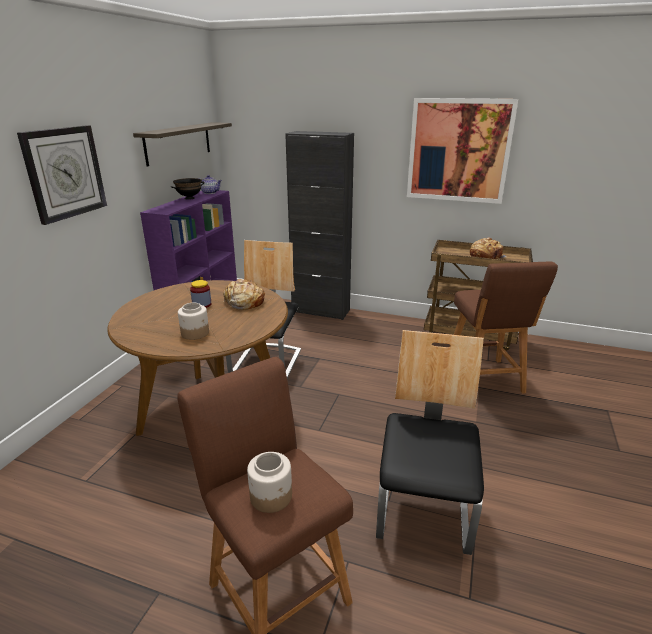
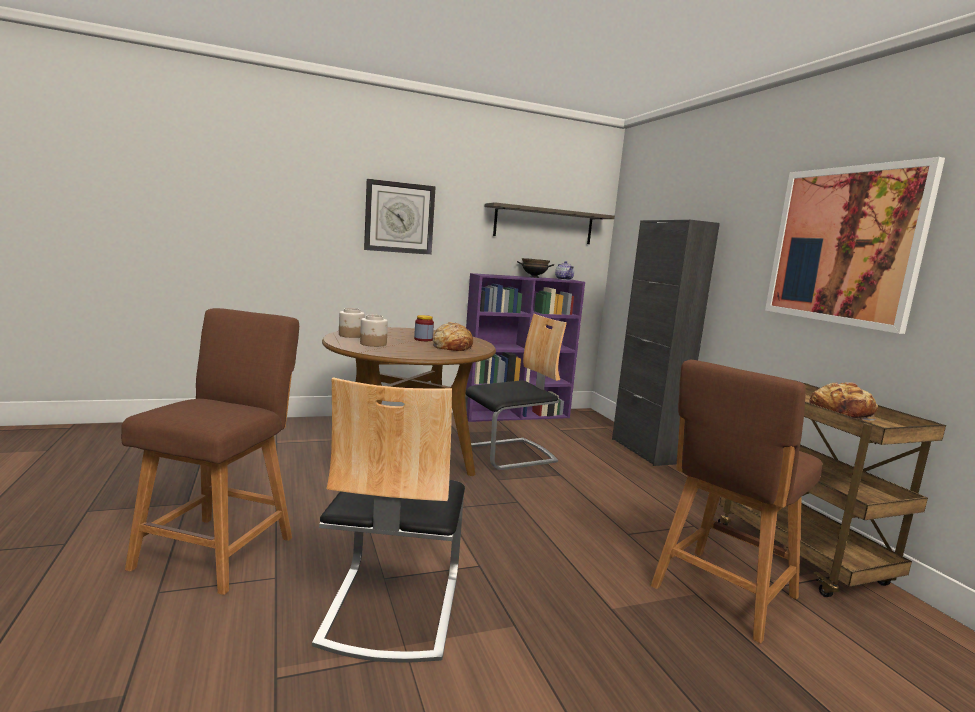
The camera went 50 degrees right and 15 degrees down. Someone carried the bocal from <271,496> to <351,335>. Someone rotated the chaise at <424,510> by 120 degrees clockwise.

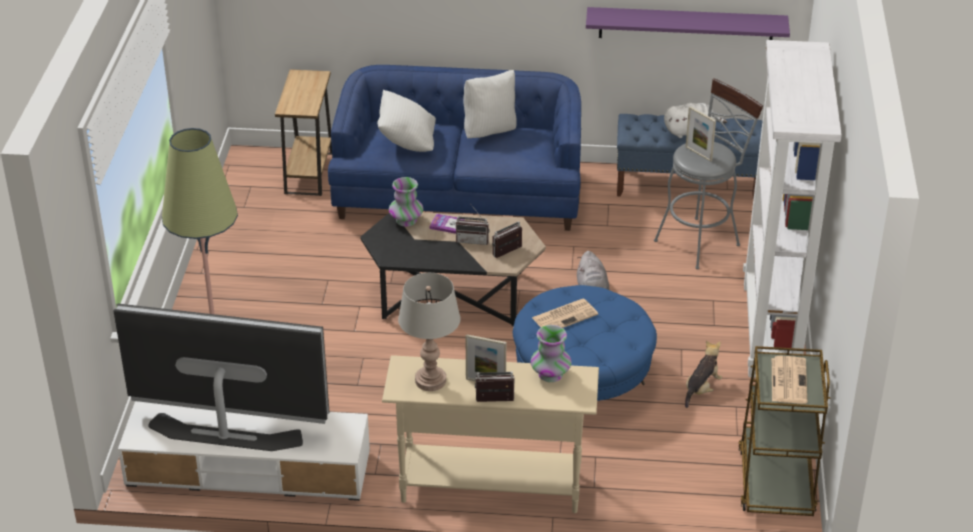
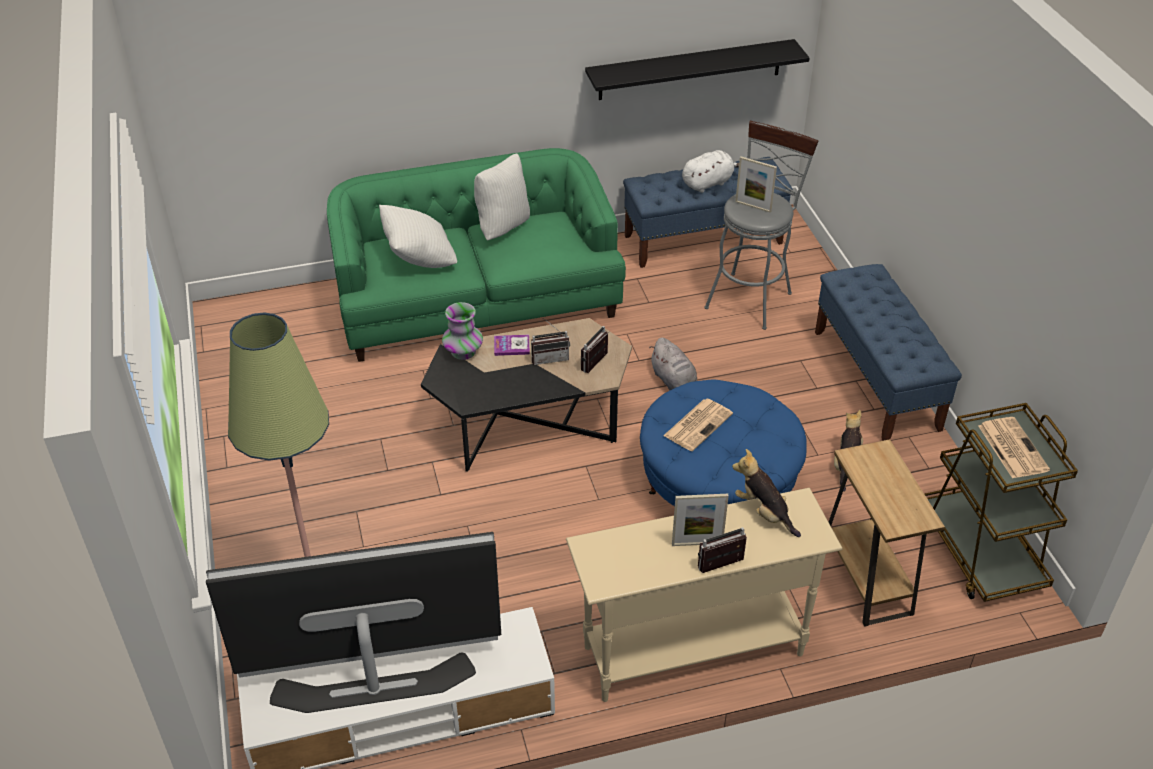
The camera went 20 degrees left and 5 degrees up. Someone took away the lampe de table/gris at <430,380>. Someone carried the table d'appoint/marron from <309,173> to <866,579>. Someone swapped the vase at <550,374> for the peluche at <764,512>. Someone swapped the bibliothèque/blanc at <772,331> for the banc/bleu at <876,380>. Someone repainted the canapé/bleu at <459,193>, which became the canapé/vert at <476,301>. Someone repainted the étagère/violet at <686,26>, which became the étagère/noir at <690,69>.

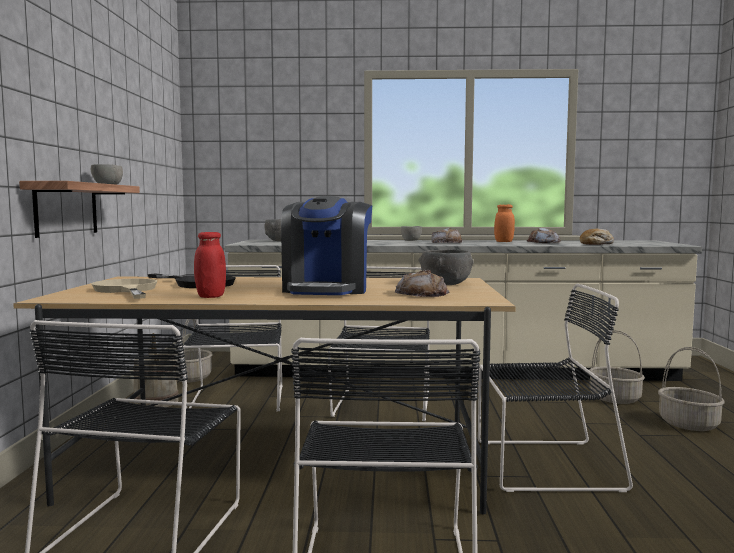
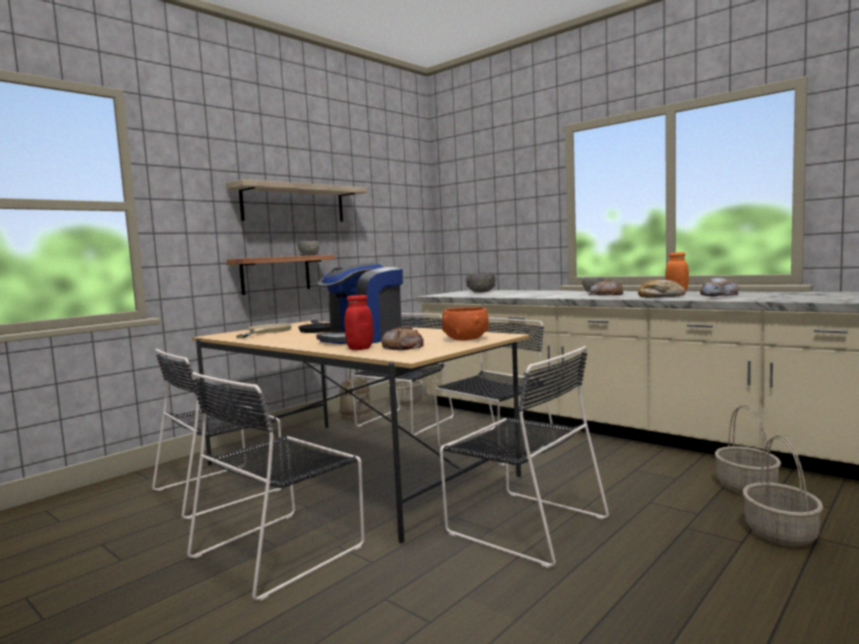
The camera went 40 degrees right and 0 degrees up. Someone put up the étagère at <294,204>. Someone carried the bocal/rouge from <210,296> to <360,348>. Someone carried the pain from <596,244> to <660,296>. Someone repainted the bol/gris at <446,284>, which became the bol/orange at <466,339>.

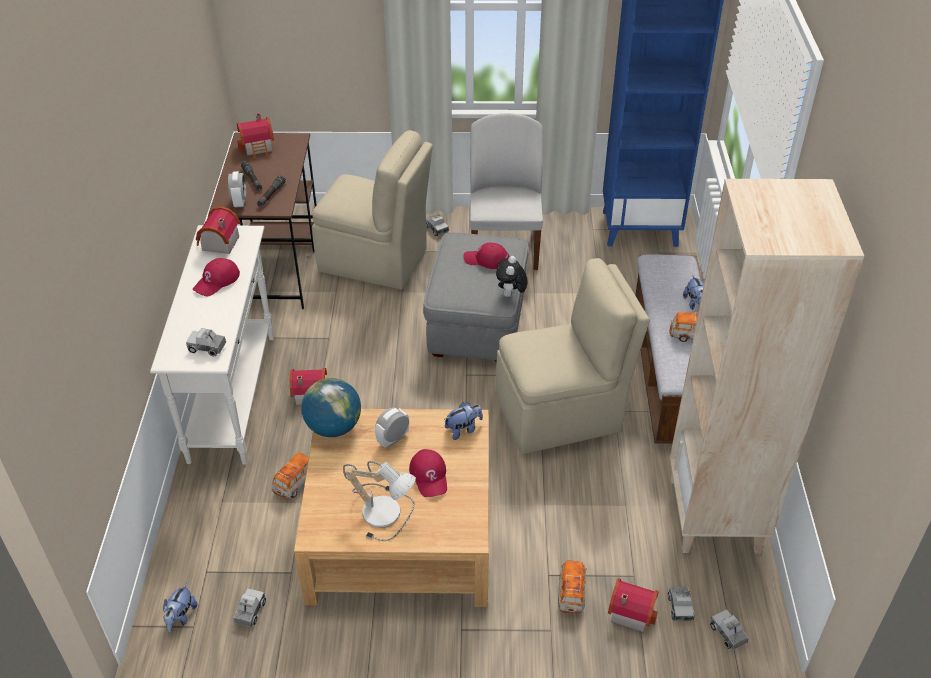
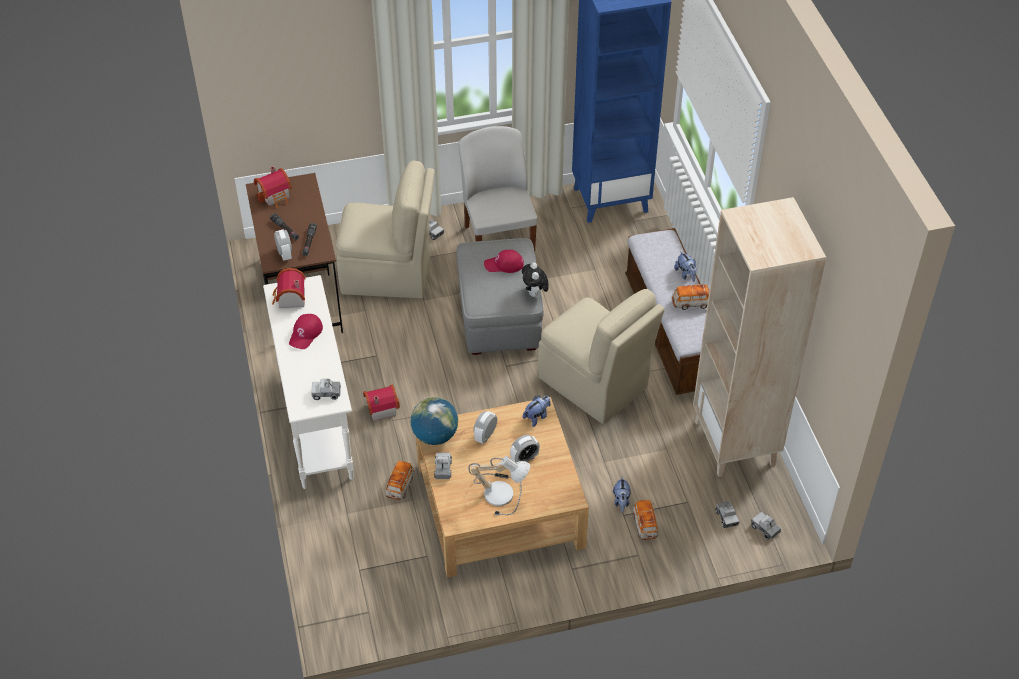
The camera went 15 degrees left and 5 degrees up. Someone took away the maison miniature at <630,610>. Someone carried the peluche from <181,617> to <621,501>. Someone carried the camion jouet from <250,612> to <443,469>. Someone swapped the casquette/rouge at <429,476> for the réveil at <524,459>. Someone rotated the chaise/beige at <561,414> by 75 degrees clockwise.

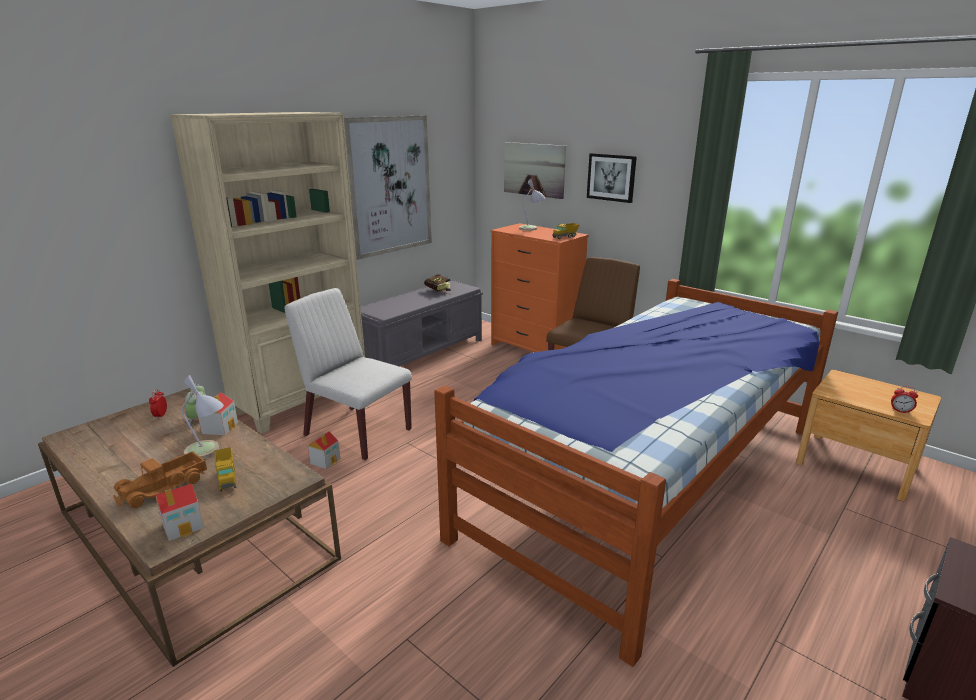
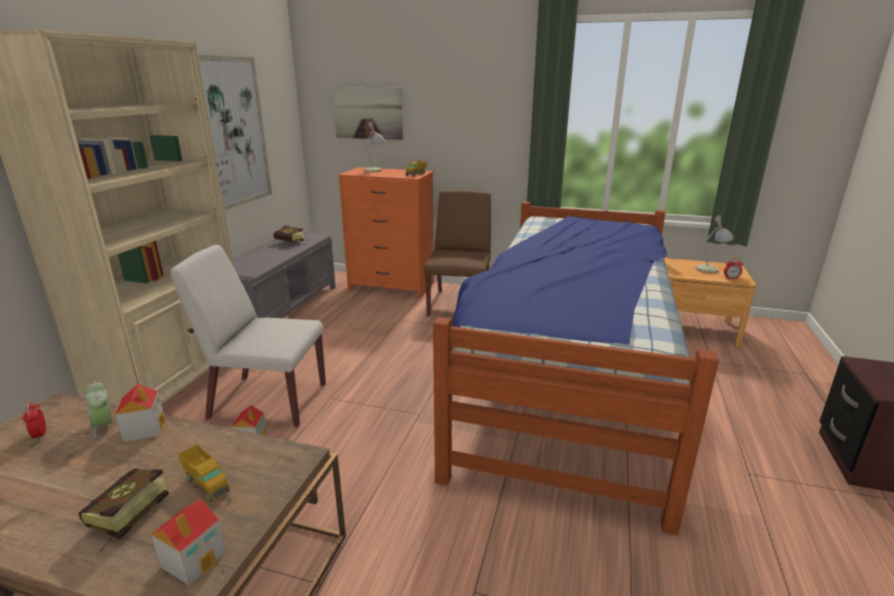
The camera went 25 degrees left and 0 degrees up. Someone took away the tableau at <611,177>. Someone carried the lampe de table from <208,452> to <710,269>. Someone swapped the camion jouet at <164,487> for the livre at <123,521>.

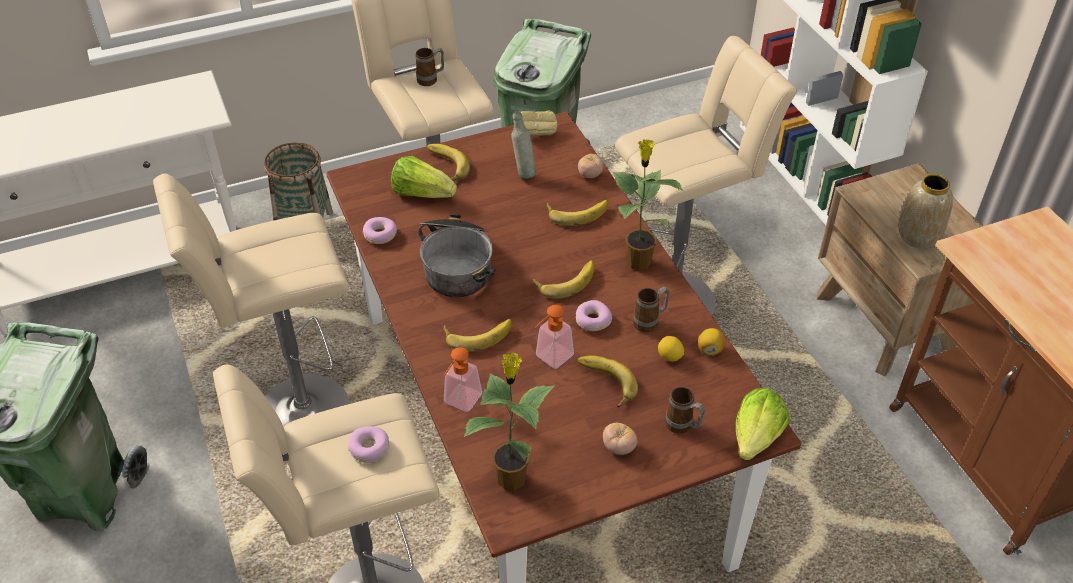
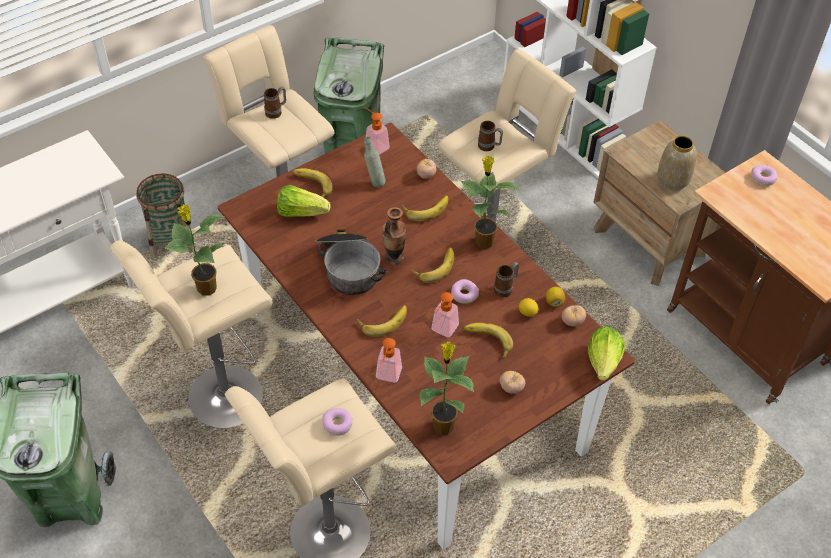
The camera went 15 degrees left and 5 degrees up. Someone put down the plante en pot at <205,288>. Someone put down the vase at <394,258>. Someone put down the tomate at <572,321>. Someone carried the beignet from <380,235> to <763,179>. Someone carried the mug from <683,427> to <489,147>. Someone swapped the pain at <537,133> for the distributeur de savon at <374,146>.

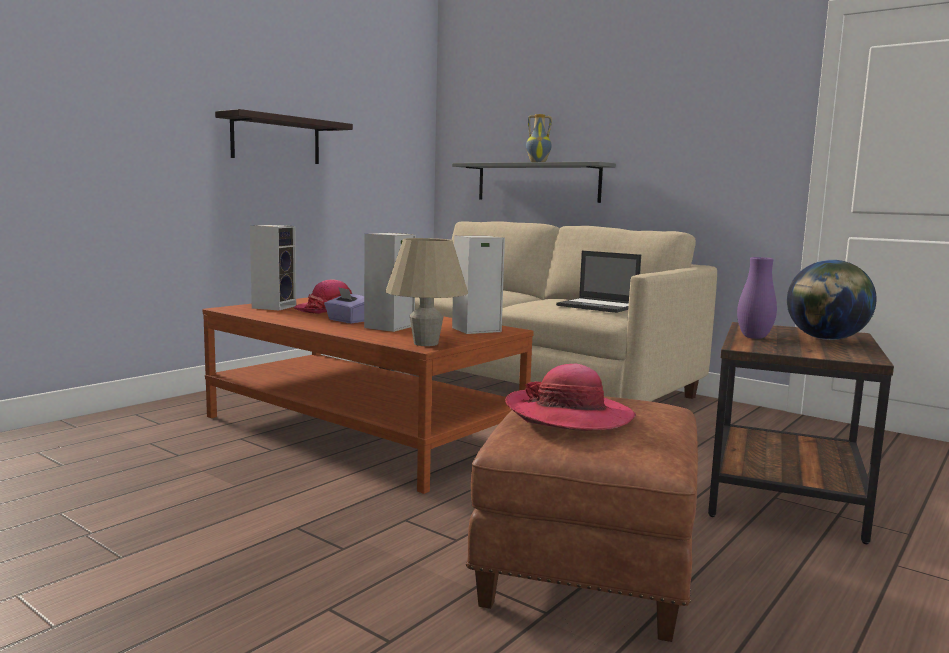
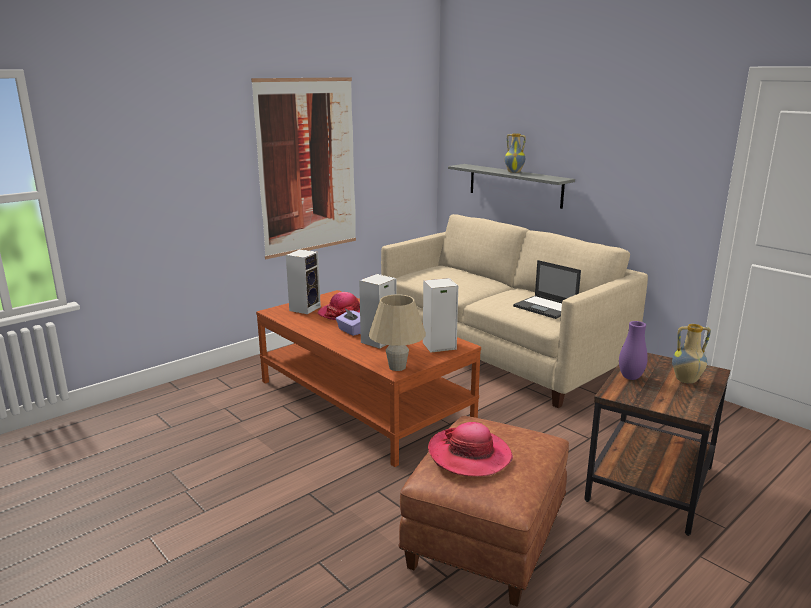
The camera went 10 degrees right and 10 degrees up. Someone swapped the étagère at <276,140> for the tableau at <308,167>. Someone swapped the globe at <826,339> for the vase at <686,381>.

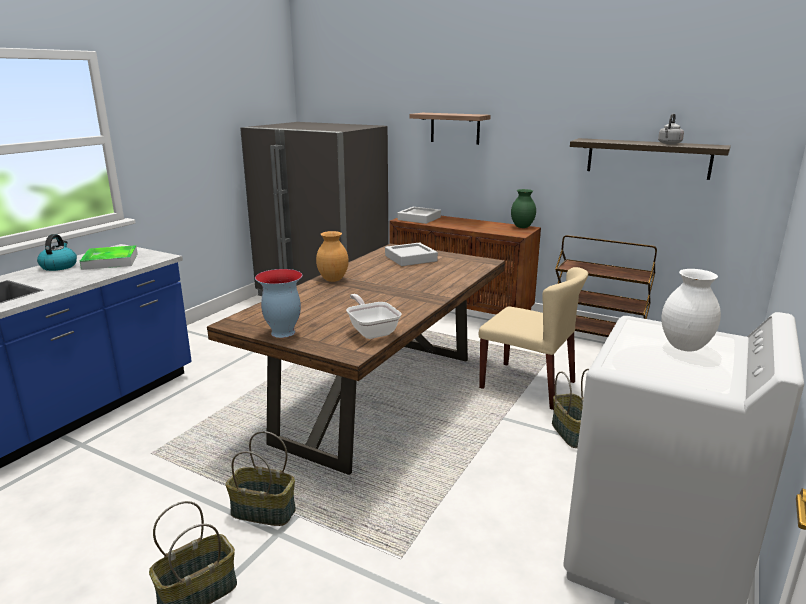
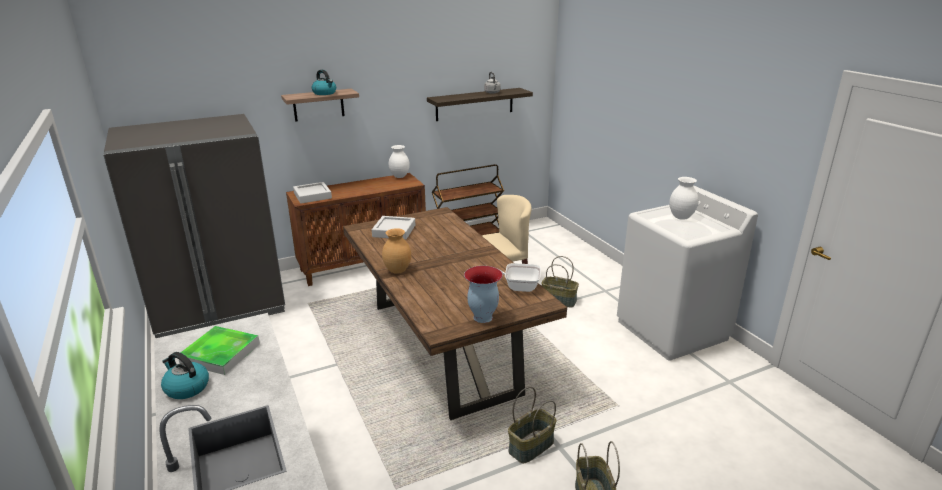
The camera went 55 degrees left and 5 degrees up. Someone put down the bouilloire at <325,93>. Someone repainted the vase/vert at <522,227>, which became the vase/blanc at <400,176>.

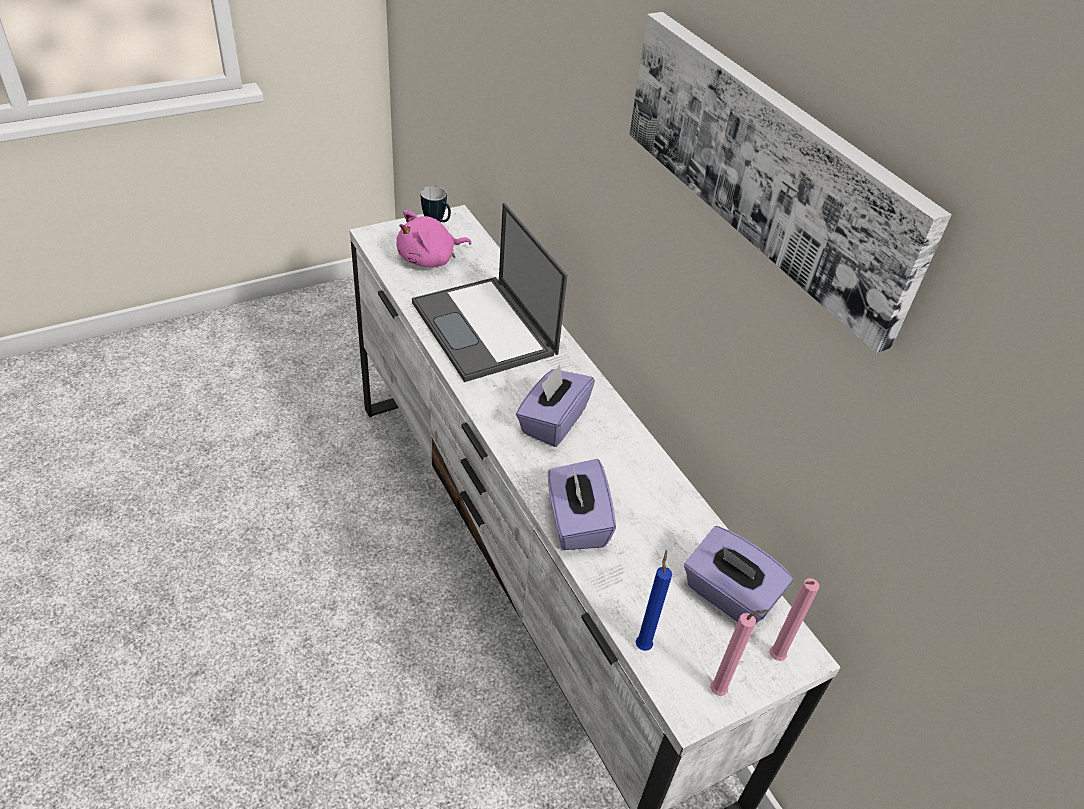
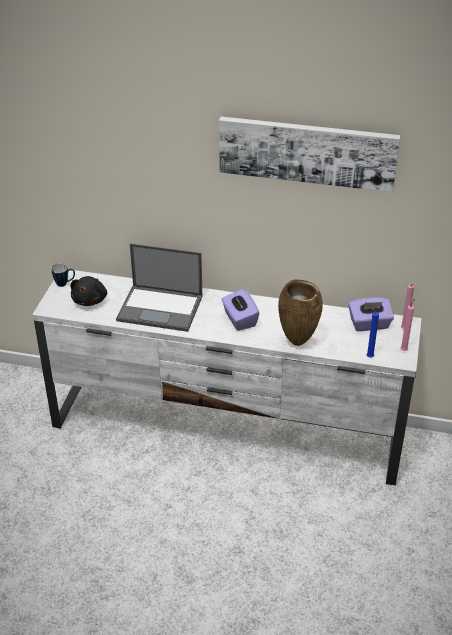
The camera went 45 degrees left and 5 degrees down. Someone swapped the boîte à mouchoirs/violet at <576,522> for the vase/marron at <298,342>. Someone repainted the peluche/rose at <430,259>, which became the peluche/noir at <90,300>.

